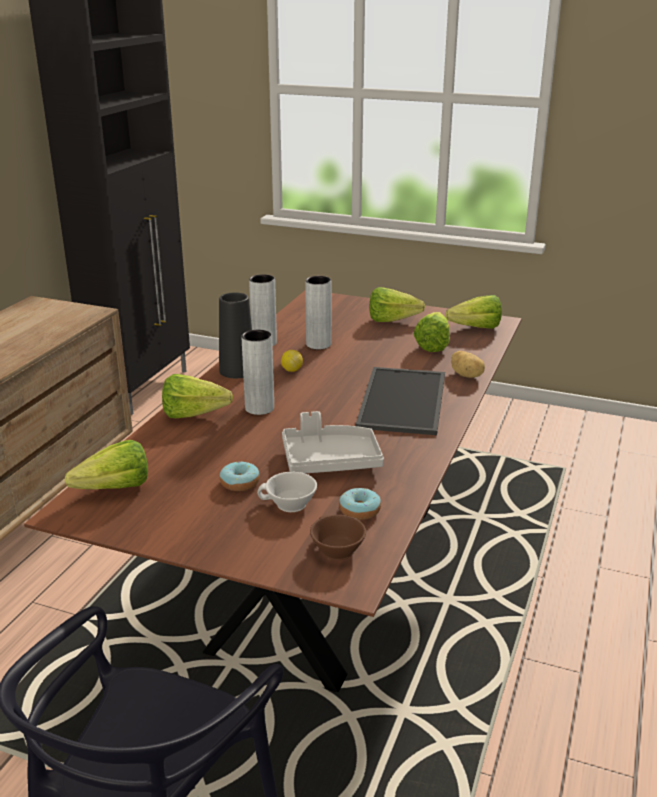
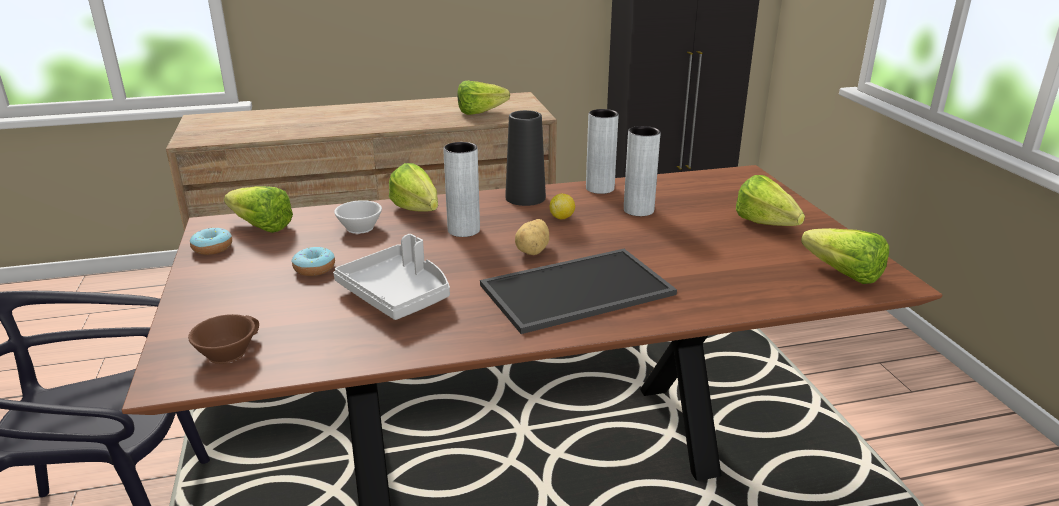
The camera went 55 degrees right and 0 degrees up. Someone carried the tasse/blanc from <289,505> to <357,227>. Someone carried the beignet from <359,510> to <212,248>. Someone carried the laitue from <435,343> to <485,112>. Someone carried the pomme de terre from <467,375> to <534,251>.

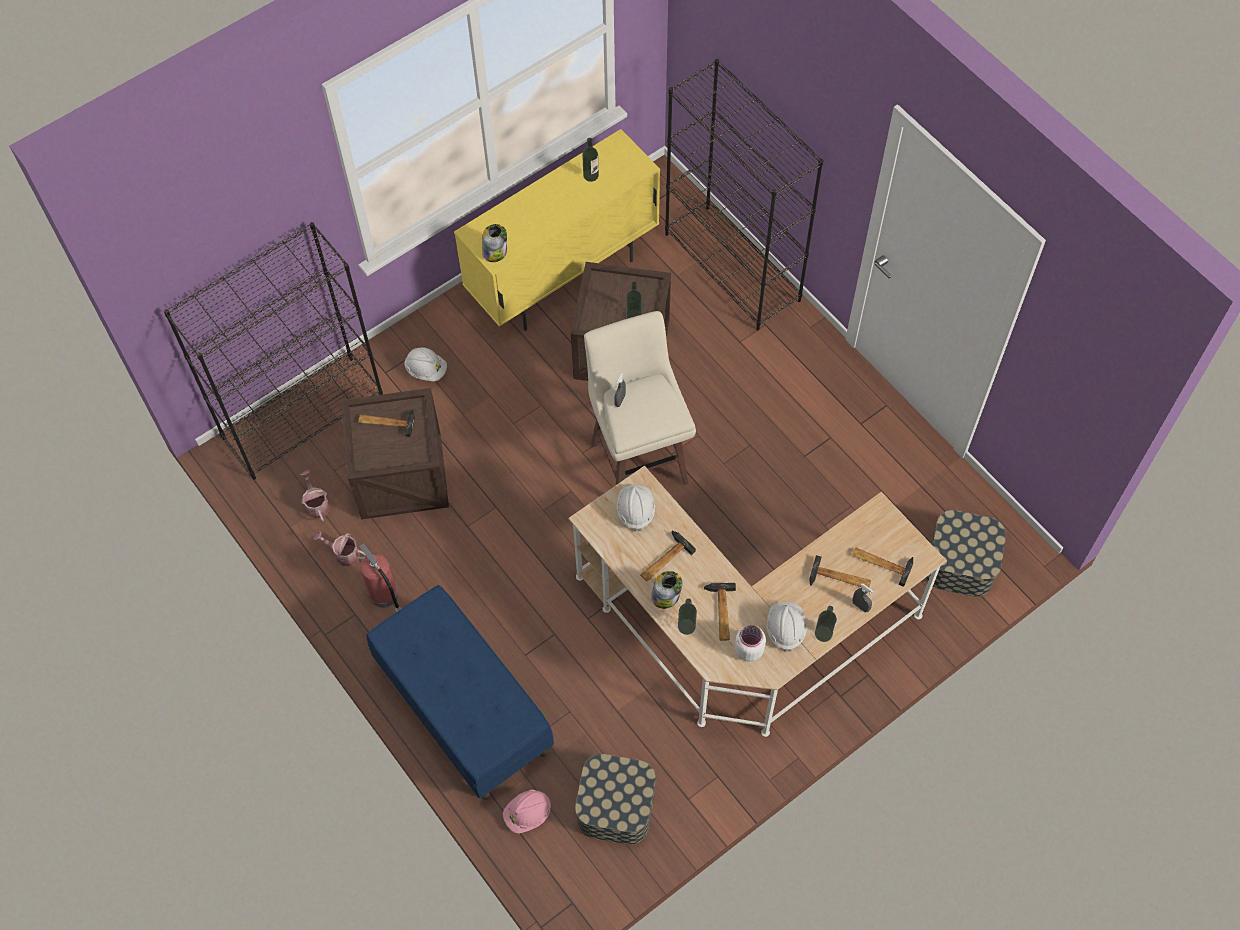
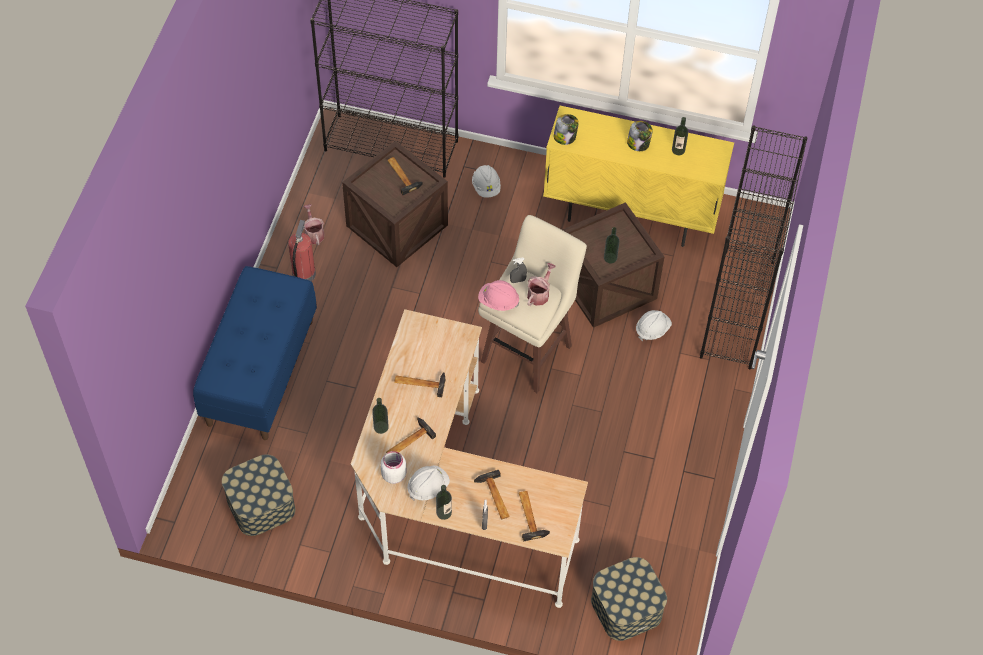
The camera went 50 degrees right and 5 degrees down. Someone carried the arrosoir from <316,504> to <539,293>. Someone carried the casque de chantier/rose from <528,814> to <498,301>. Someone carried the casque de chantier/blanc from <635,511> to <652,329>. Someone carried the bocal from <666,596> to <638,144>.

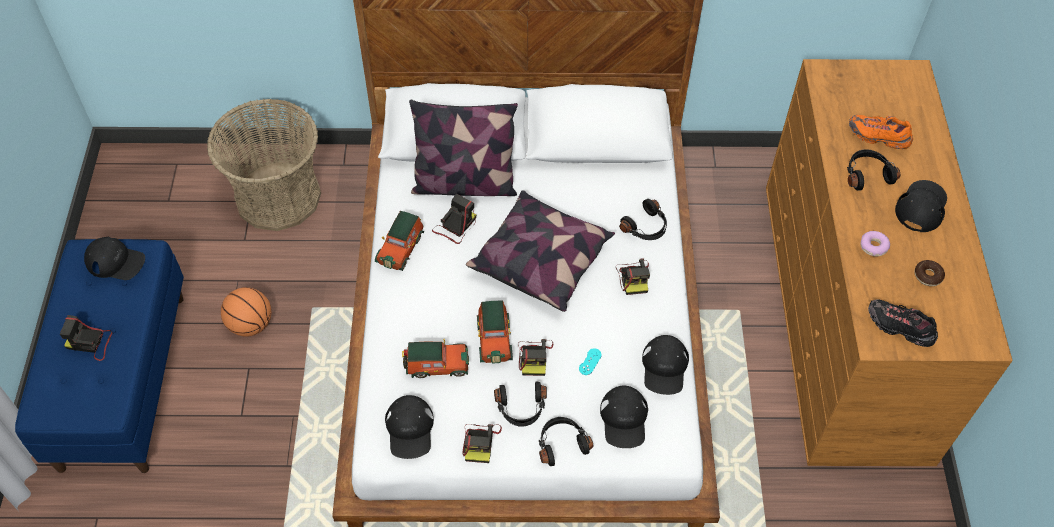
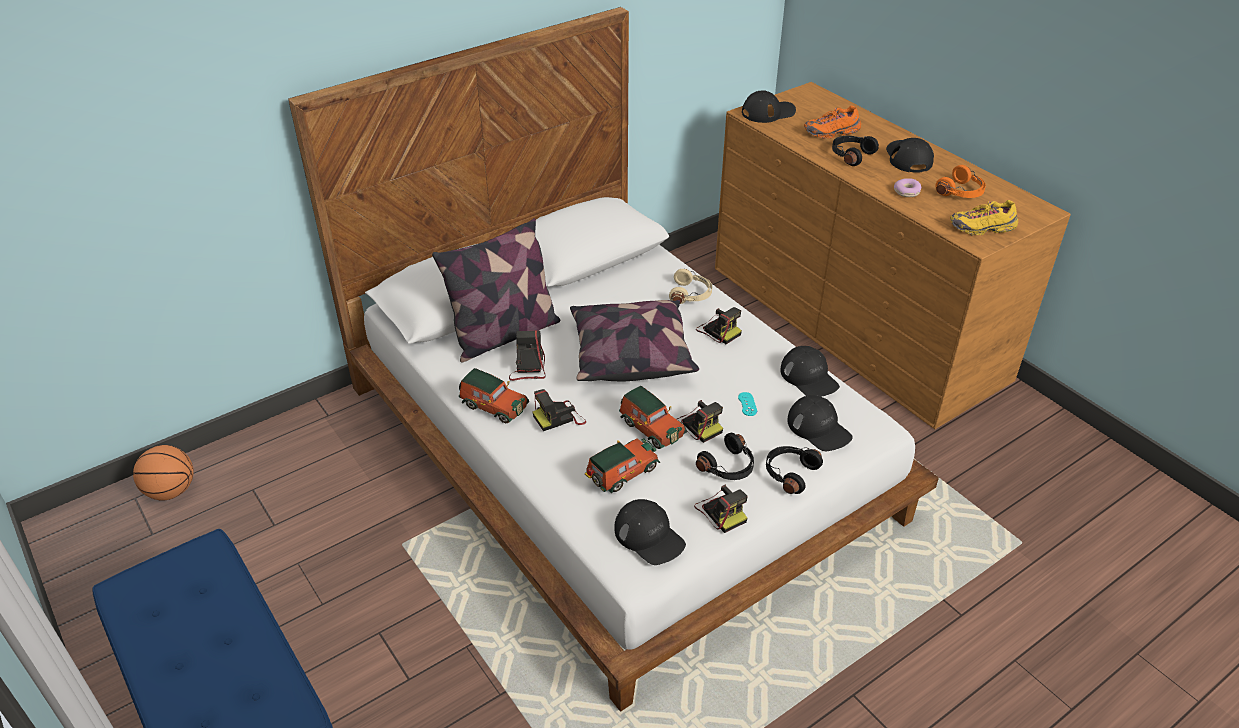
The camera went 35 degrees left and 15 degrees down. Someone took away the panier at <278,196>. Someone carried the appareil photo from <90,343> to <559,417>. Someone carried the casquette/noir from <115,262> to <768,112>. Someone carried the ballon de basket from <250,324> to <171,491>. Someone swapped the beignet at <928,276> for the casque audio/orange at <961,192>. Someone repainted the casque audio/noir at <646,227>, which became the casque audio/beige at <691,295>. Someone repainted the chaussure/noir at <900,328>, which became the chaussure/jaune at <982,228>. Someone rotated the petite voiture at <401,247> by 45 degrees counterclockwise.

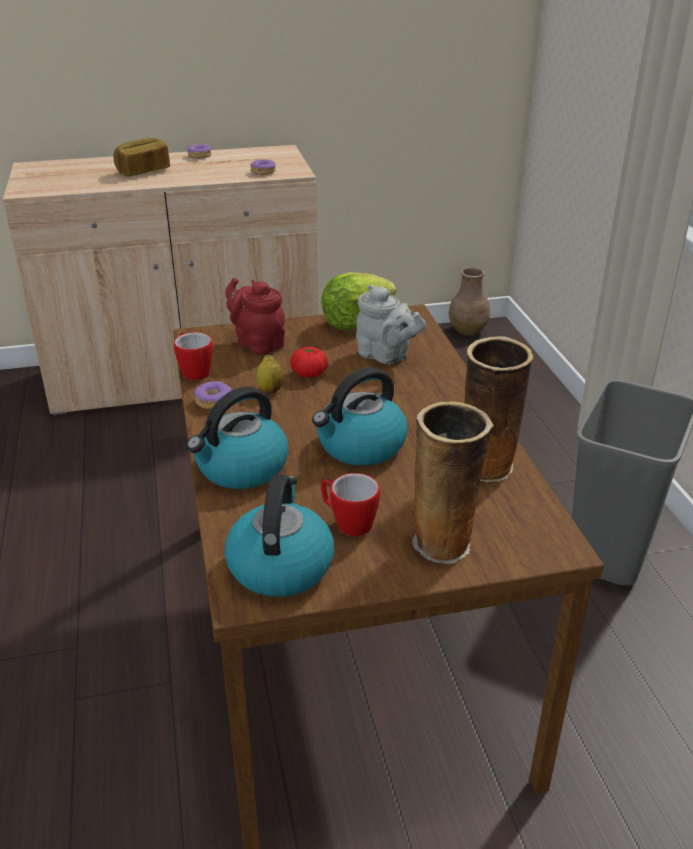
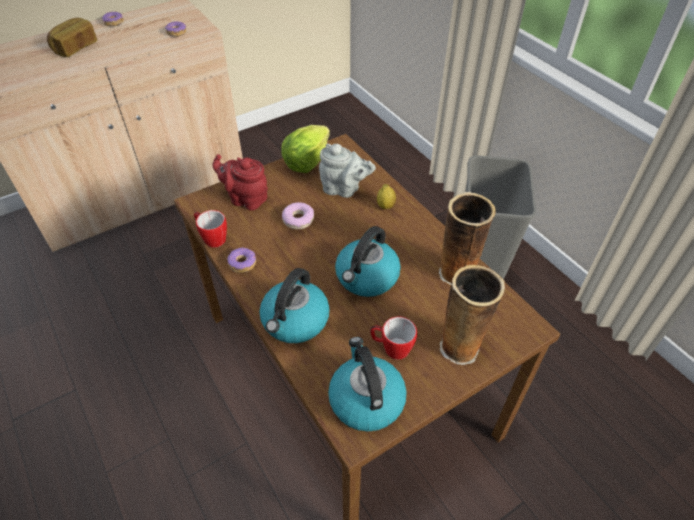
The camera went 20 degrees left and 15 degrees up. Someone took away the vase/marron at <468,331>. Someone carried the citron from <270,390> to <385,206>. Someone swapped the tomate at <309,374> for the beignet at <298,219>.

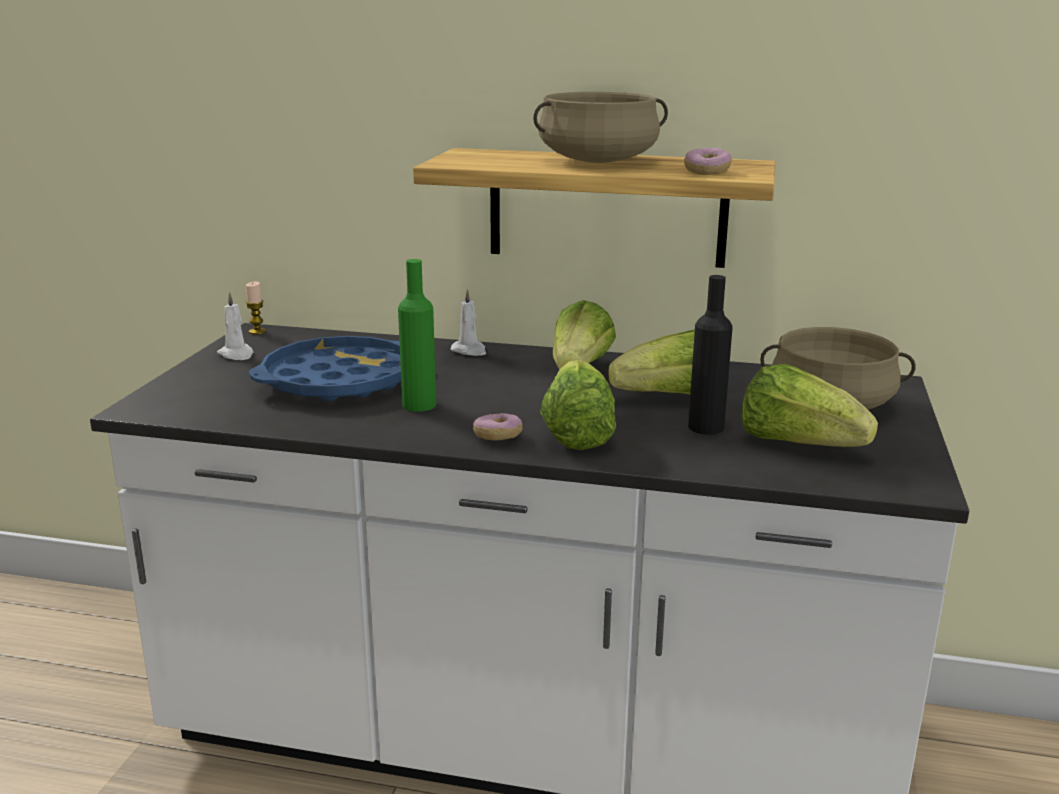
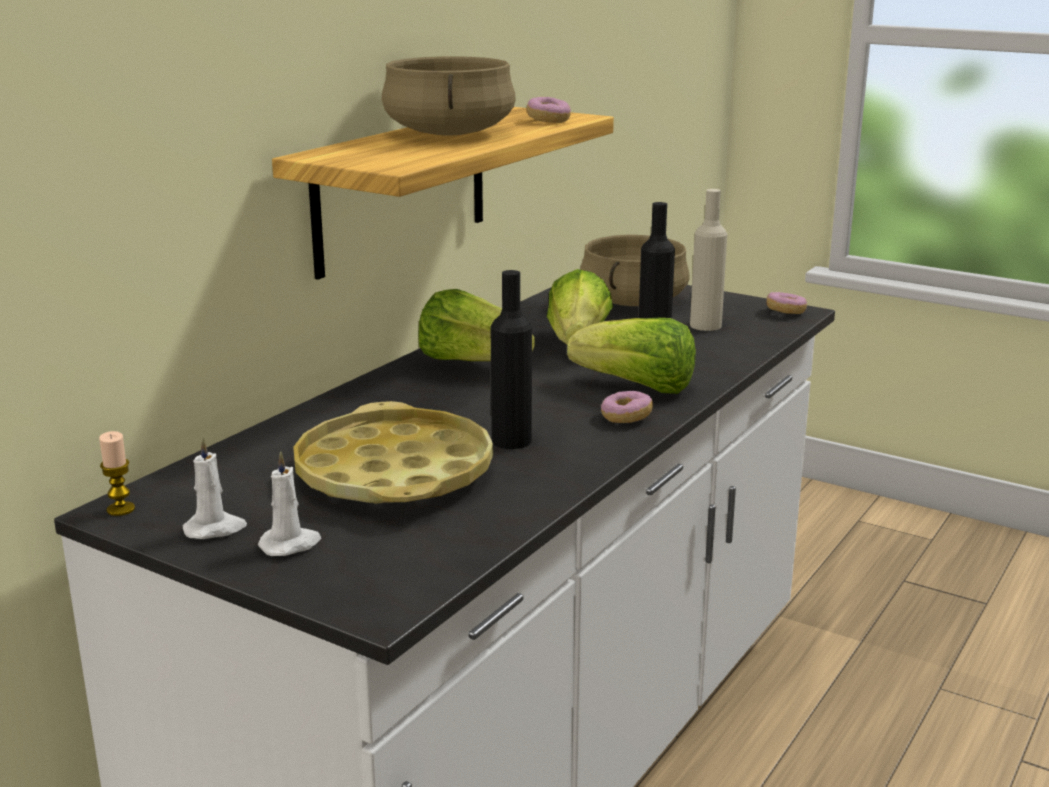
The camera went 70 degrees left and 0 degrees up. Someone put down the beignet at <785,312>. Someone carried the bougie/blanc from <469,351> to <290,544>. Someone swapped the laitue at <798,444> for the bouteille/beige at <705,325>. Someone repainted the plateau/bleu at <338,381>, which became the plateau/jaune at <394,473>. Someone repainted the bouteille/vert at <419,405>, which became the bouteille/noir at <511,440>.

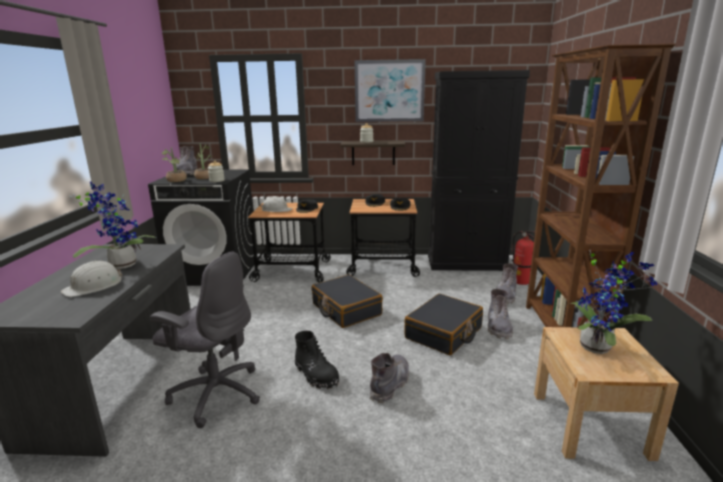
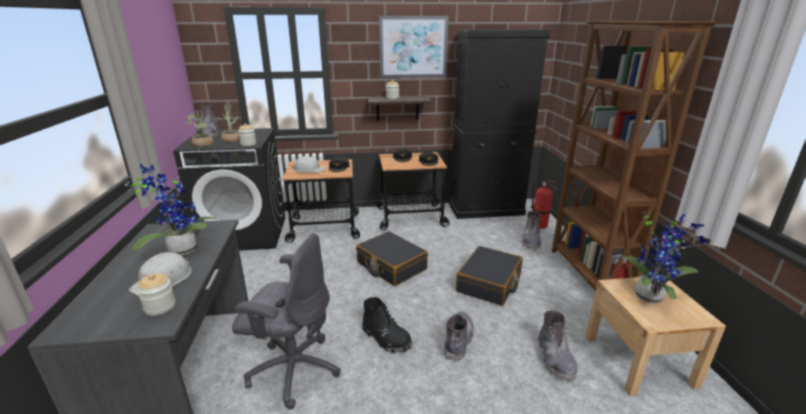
The camera went 10 degrees left and 5 degrees up. Someone put down the bocal at <160,307>. Someone carried the botte/gris from <498,327> to <555,359>.

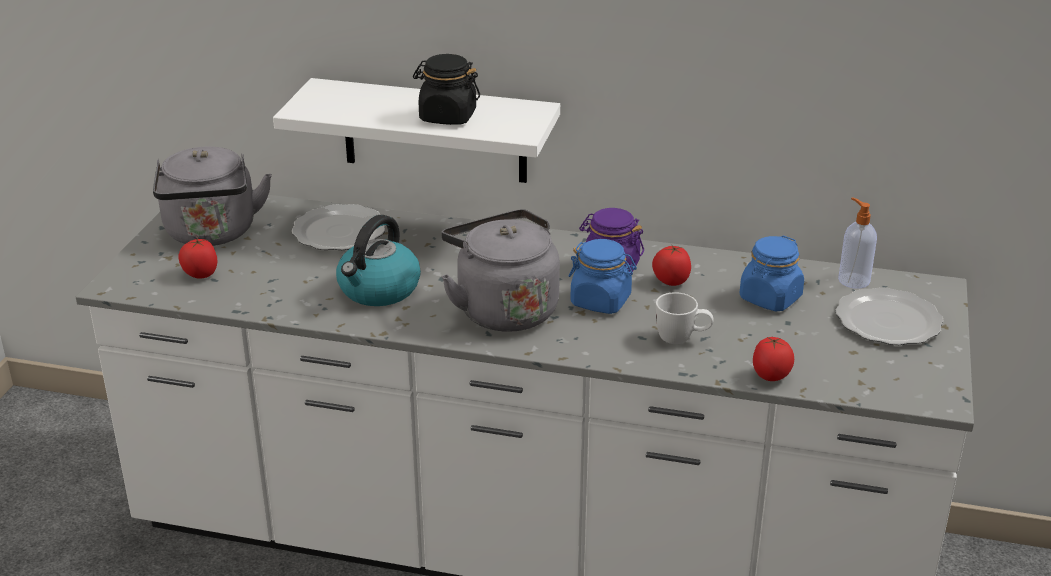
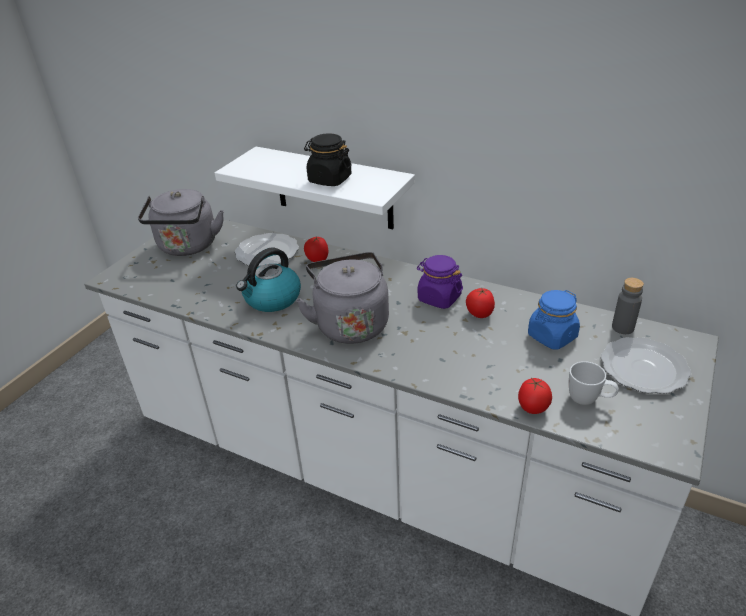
The camera went 15 degrees right and 5 degrees up. Someone took away the bocal/bleu at <601,301>. Someone carried the tomate from <200,275> to <317,260>. Someone carried the mug/blanc from <682,339> to <589,400>. Someone swapped the distributeur de savon at <853,280> for the bouteille/gris at <622,327>.

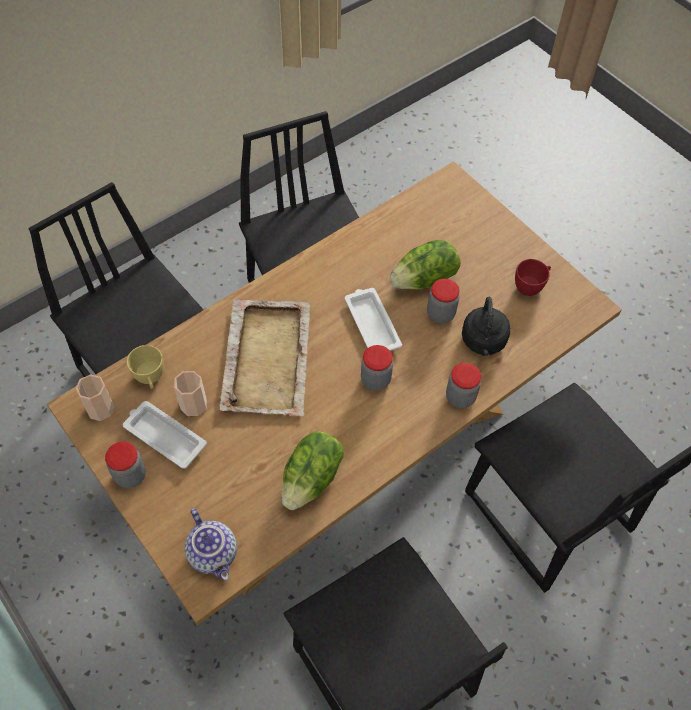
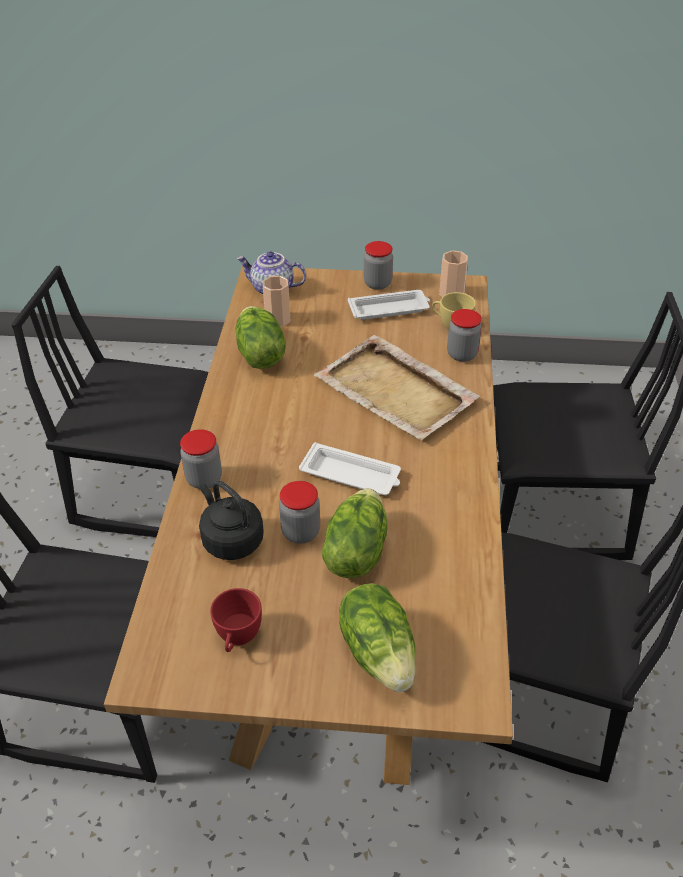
The camera went 135 degrees right and 15 degrees down. Someone put down the laitue at <379,652>. Someone carried the tasse from <193,404> to <278,319>. Someone carried the bocal from <375,380> to <462,354>.

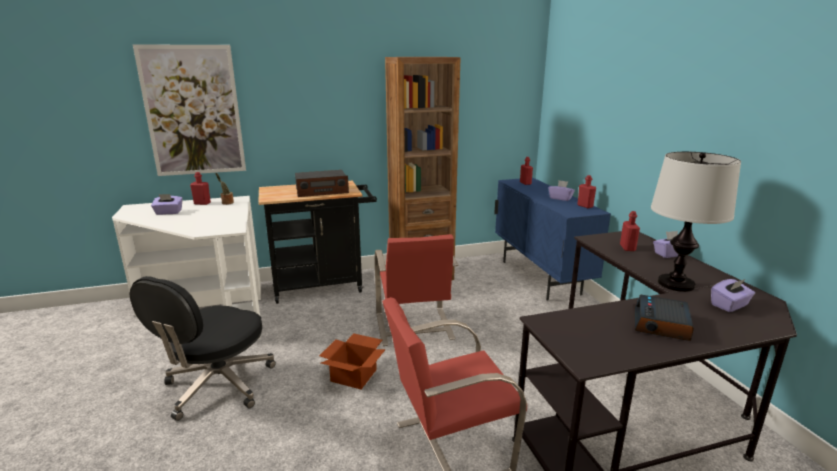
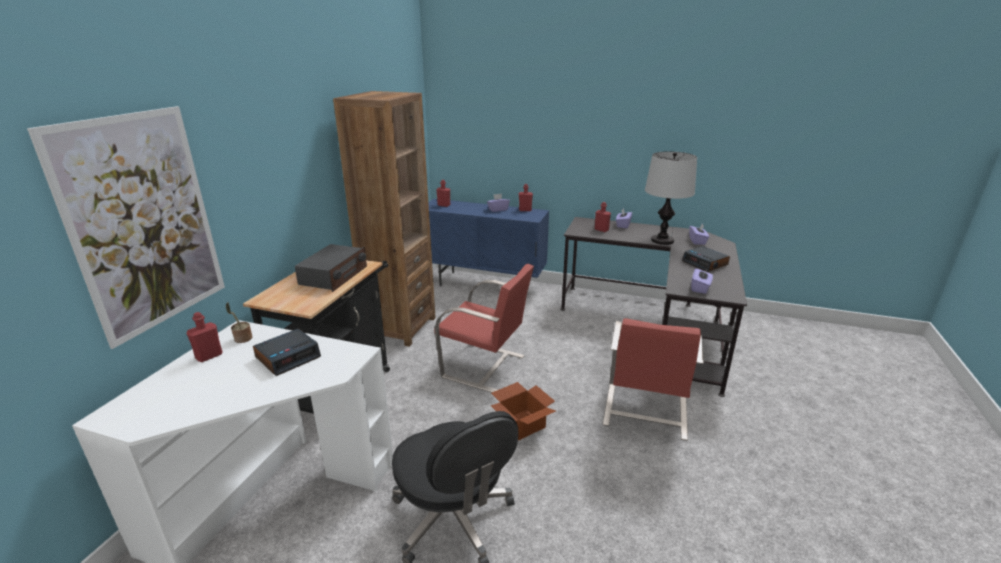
The camera went 55 degrees left and 5 degrees up. Someone put down the réveil at <288,357>. Someone carried the boîte à mouchoirs/violet from <168,212> to <700,288>.

